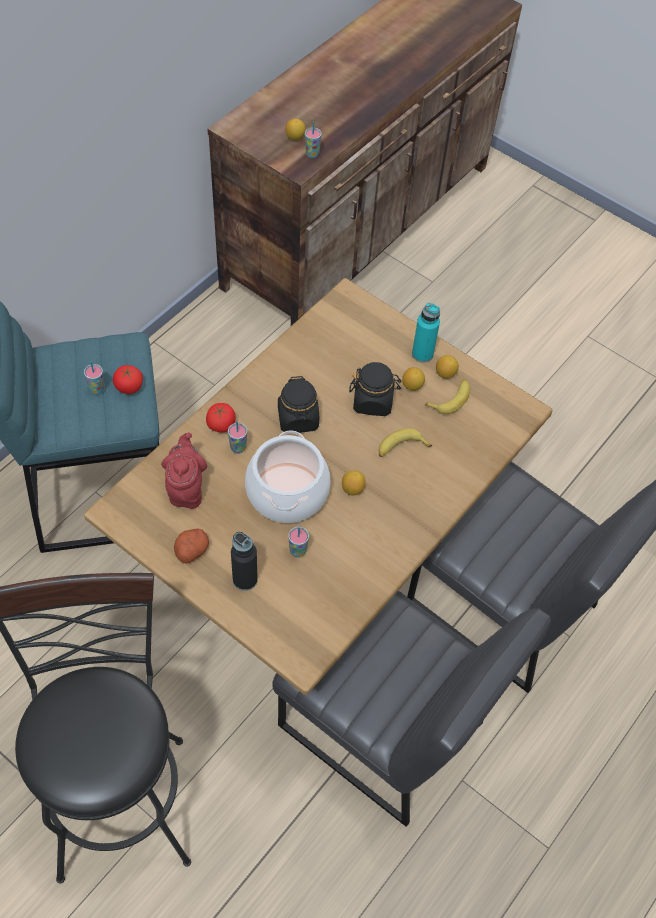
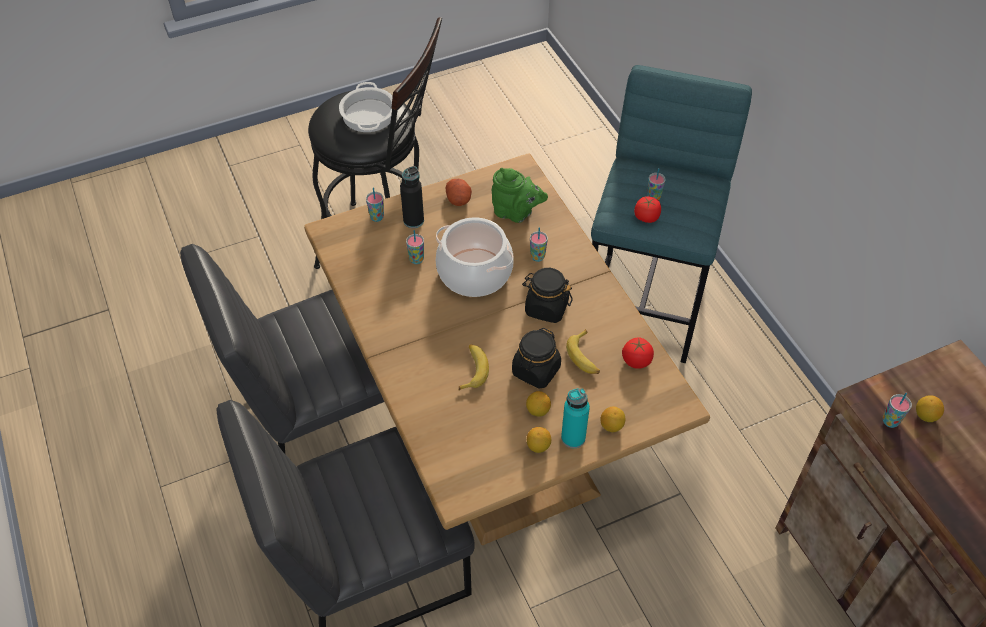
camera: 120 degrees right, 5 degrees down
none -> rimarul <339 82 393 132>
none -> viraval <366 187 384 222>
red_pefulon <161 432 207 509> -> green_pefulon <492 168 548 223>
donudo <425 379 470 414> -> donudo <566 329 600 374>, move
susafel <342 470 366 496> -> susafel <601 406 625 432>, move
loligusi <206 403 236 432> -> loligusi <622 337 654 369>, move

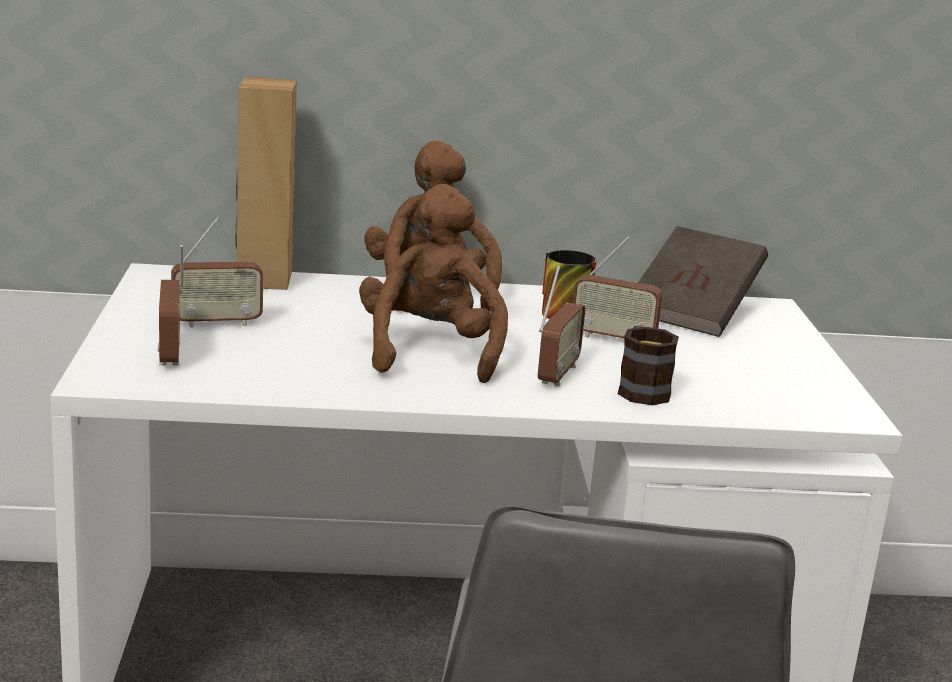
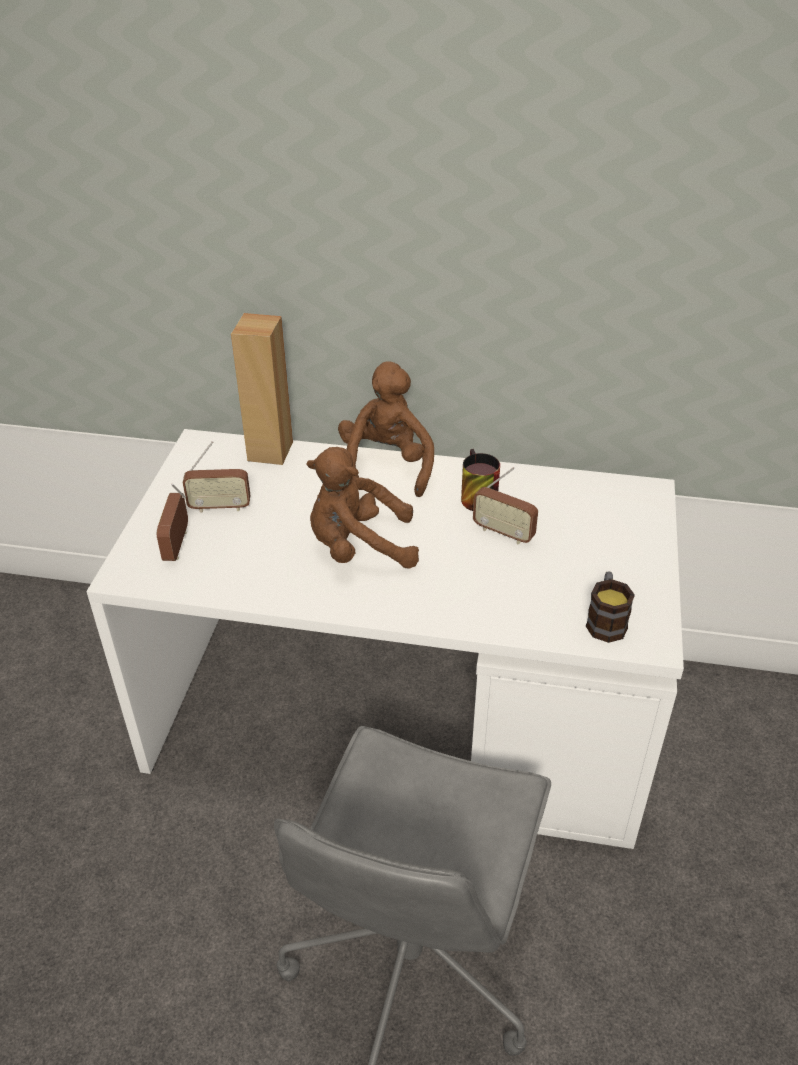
camera: 15 degrees right, 20 degrees up
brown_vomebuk <359 184 508 383> -> brown_vomebuk <307 447 419 569>, 105 degrees counterclockwise
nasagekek <618 325 679 405> -> nasagekek <586 572 635 643>, move
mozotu <538 265 585 387> -> none
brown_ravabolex <638 226 768 337> -> none

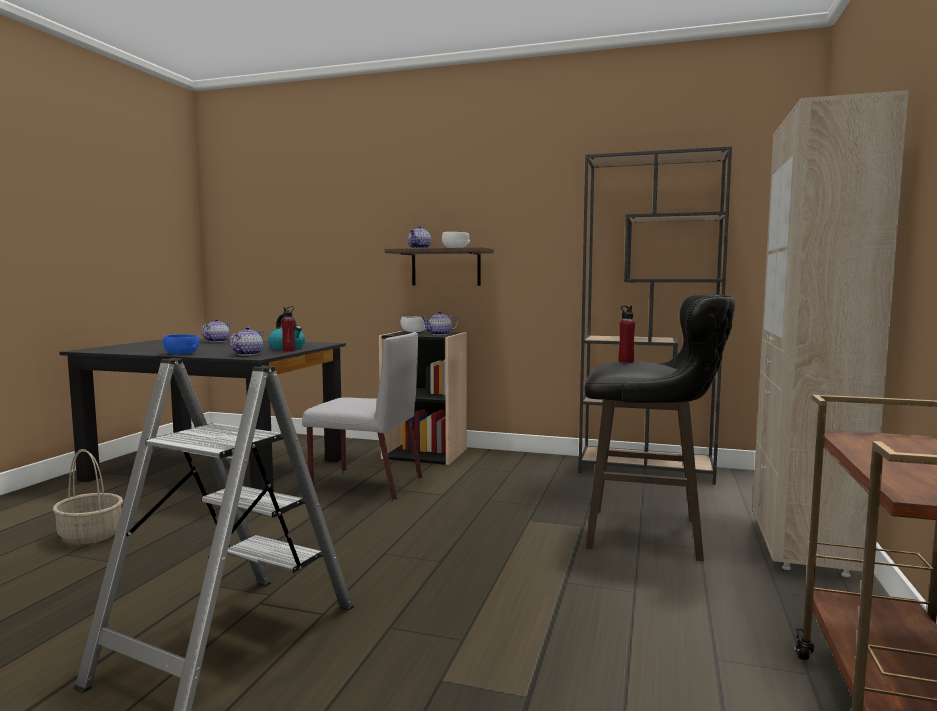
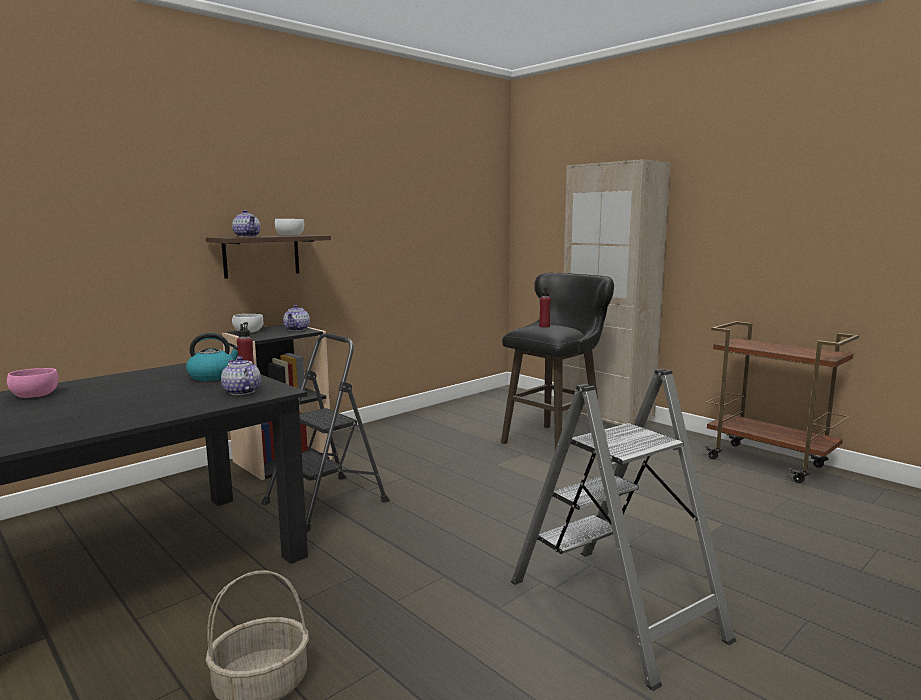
camera: 60 degrees left, 5 degrees up
pefulon <201 318 231 342> -> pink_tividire <7 368 58 398>
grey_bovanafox <302 332 423 501> -> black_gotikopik <261 333 390 532>
blue_tividire <163 334 199 354> -> none
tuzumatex <579 146 732 485> -> none

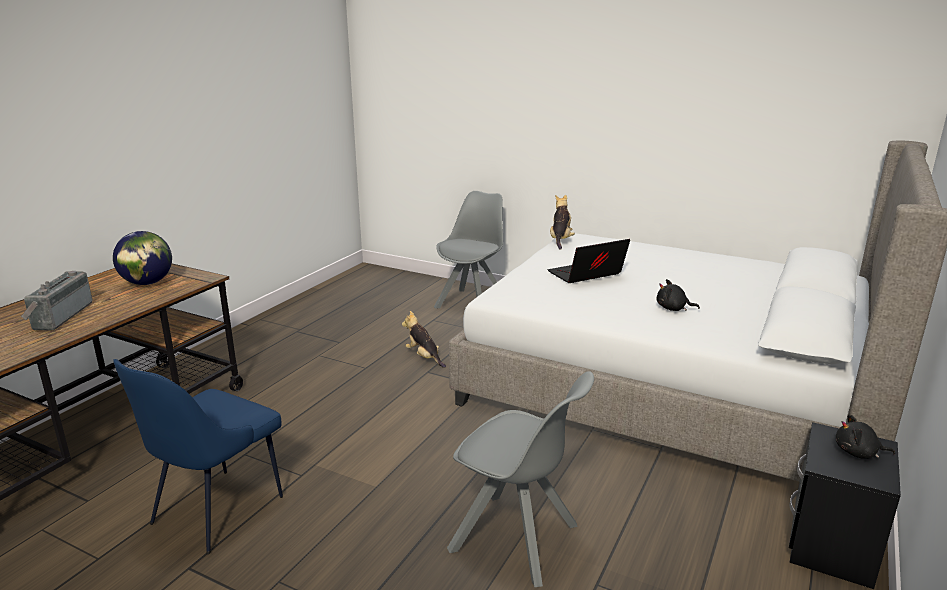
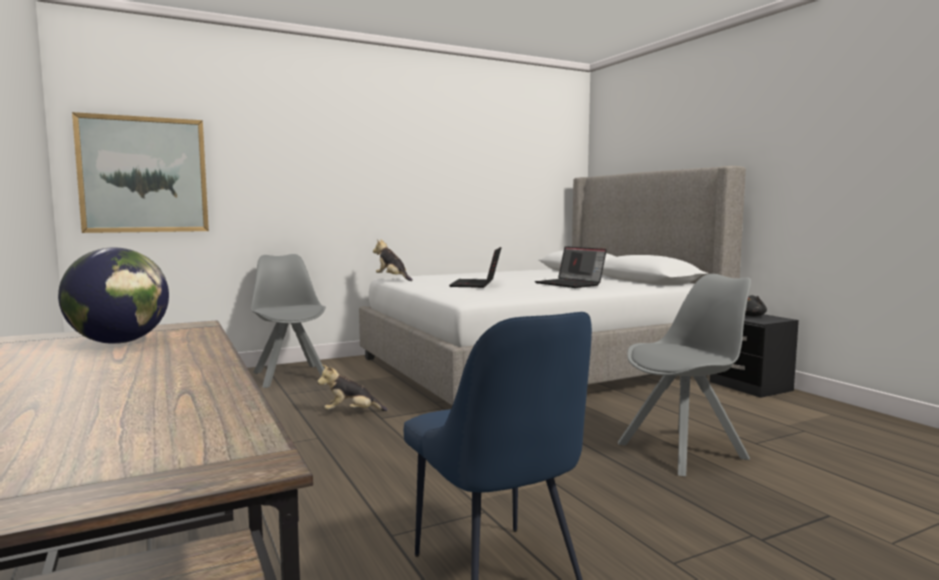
camera: 55 degrees left, 15 degrees down
none -> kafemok <72 112 209 233>
black_vomebuk <657 279 700 311> -> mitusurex <535 246 607 288>
mozotu <21 271 92 330> -> none

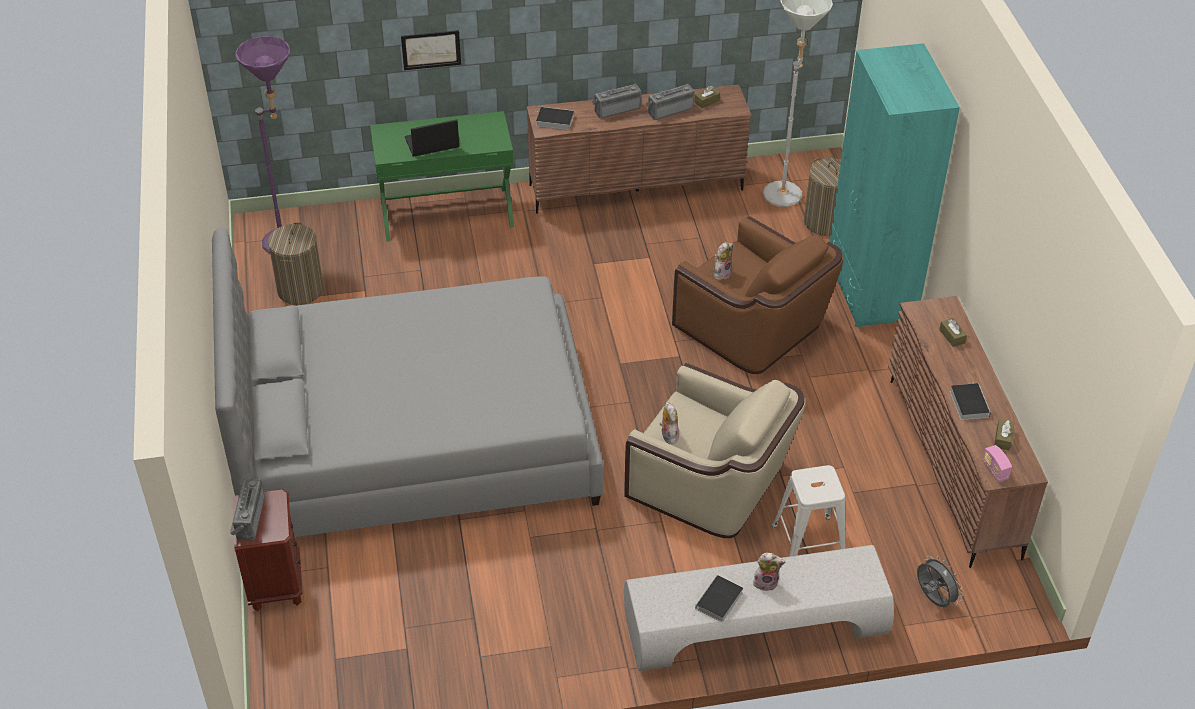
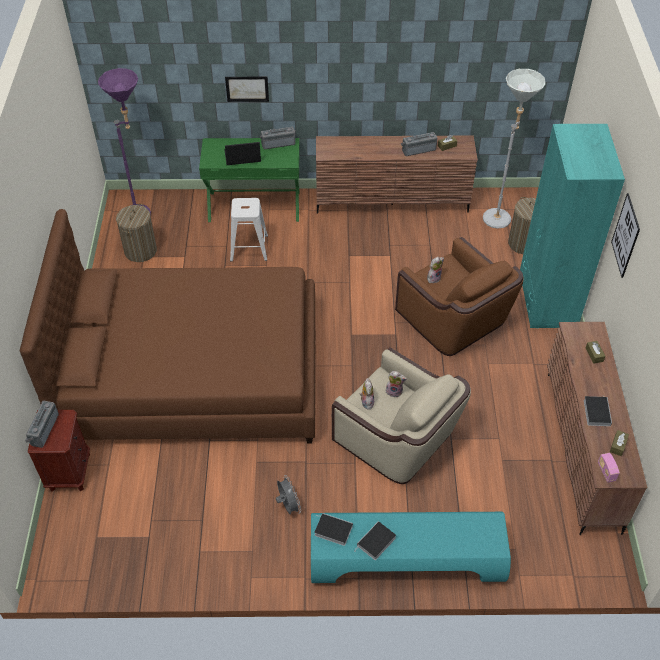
camera: 10 degrees right, 5 degrees up
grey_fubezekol <212 227 603 537> -> brown_fubezekol <20 209 315 444>
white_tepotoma <772 465 845 557> -> white_tepotoma <230 198 268 262>, move
mozotu <592 84 641 118> -> mozotu <260 126 295 149>, move
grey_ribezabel <917 556 963 607> -> grey_ribezabel <276 475 301 514>, move
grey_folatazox <624 545 894 671> -> turquoise_folatazox <311 512 511 583>
ravabolex <535 107 574 130> -> ravabolex <314 513 353 546>, move
vomebuk <753 553 785 591> -> vomebuk <386 371 407 397>, move
none -> kafemok <611 193 640 278>

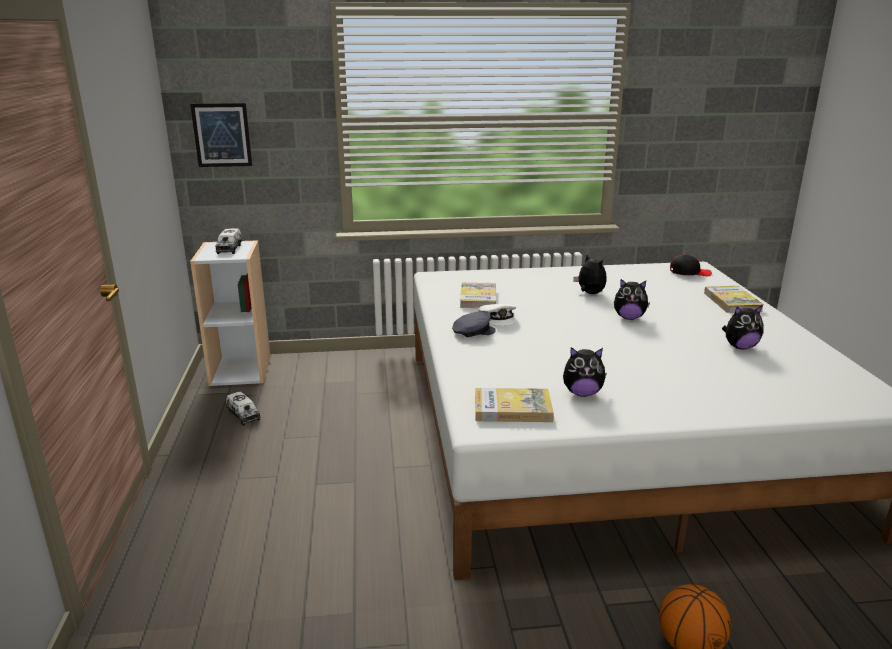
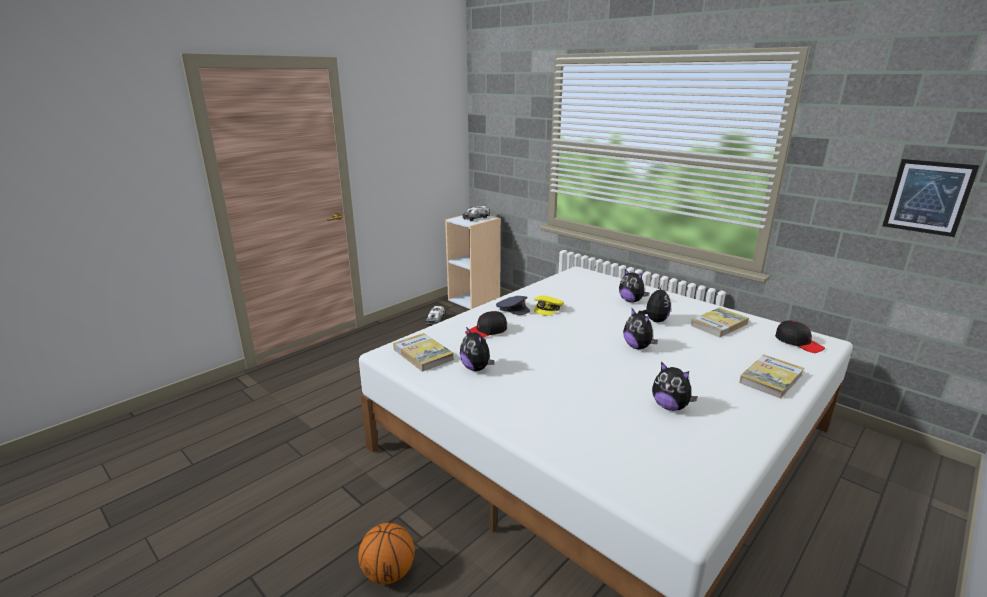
camera: 50 degrees right, 0 degrees up
none -> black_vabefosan <465 311 507 338>
white_vabefosan <479 304 516 326> -> yellow_vabefosan <534 295 564 316>
none -> vomebuk <619 269 649 303>
ravabolex <460 282 496 308> -> ravabolex <690 307 749 337>, move
kafemok <190 103 252 167> -> kafemok <883 159 980 237>, move

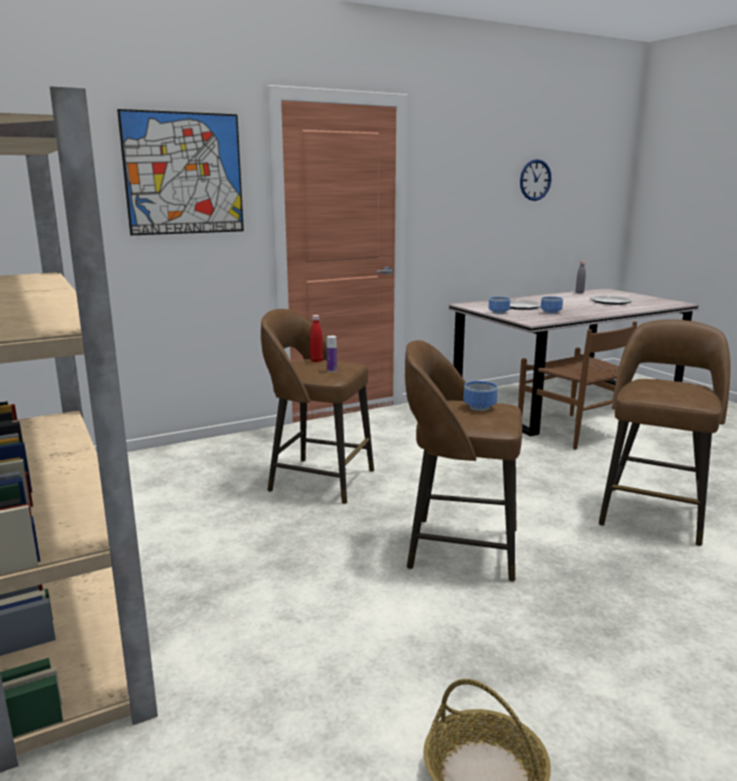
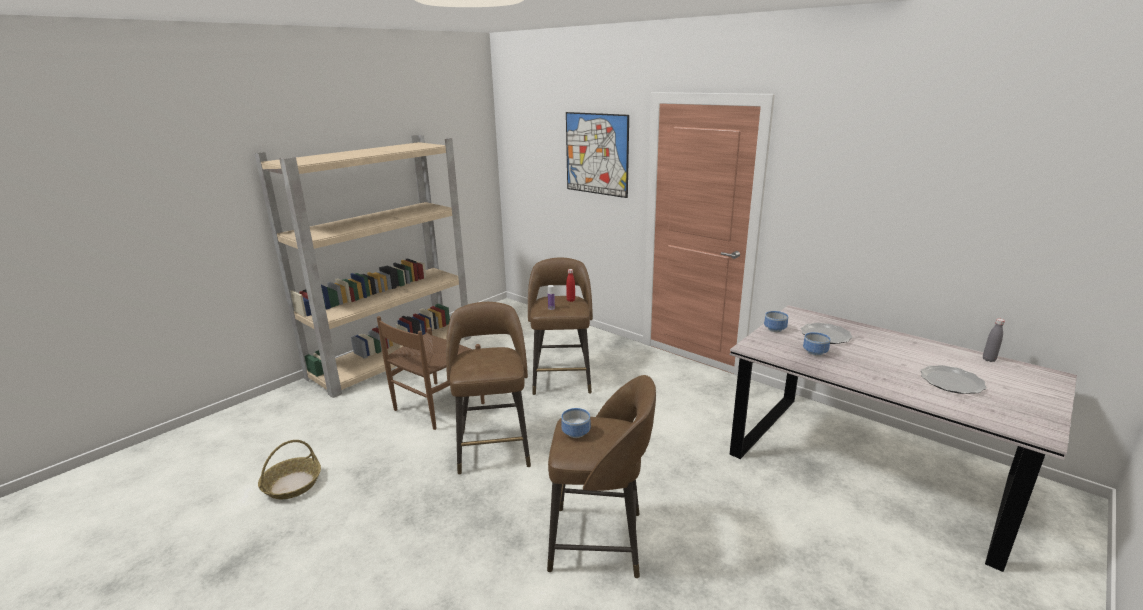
camera: 70 degrees right, 5 degrees up
brown_bovanafox <518 321 637 450> -> brown_bovanafox <377 316 485 430>, move
tividire <463 381 497 411> -> tividire <561 408 591 438>, move
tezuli <520 159 551 201> -> none

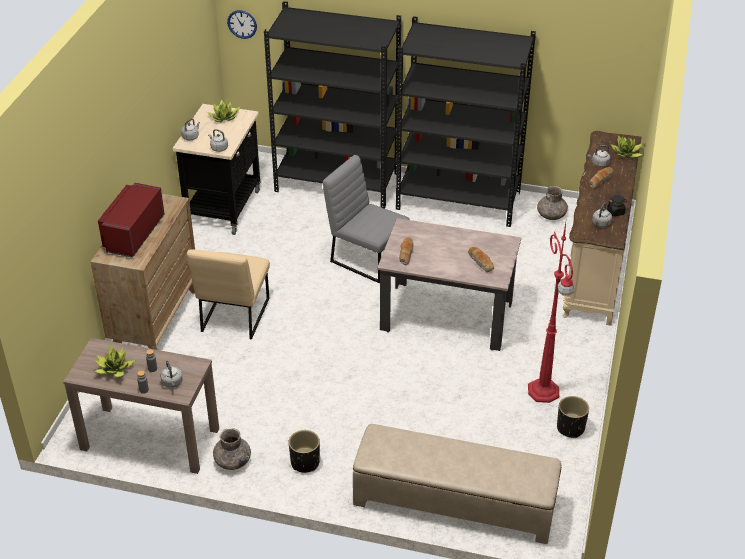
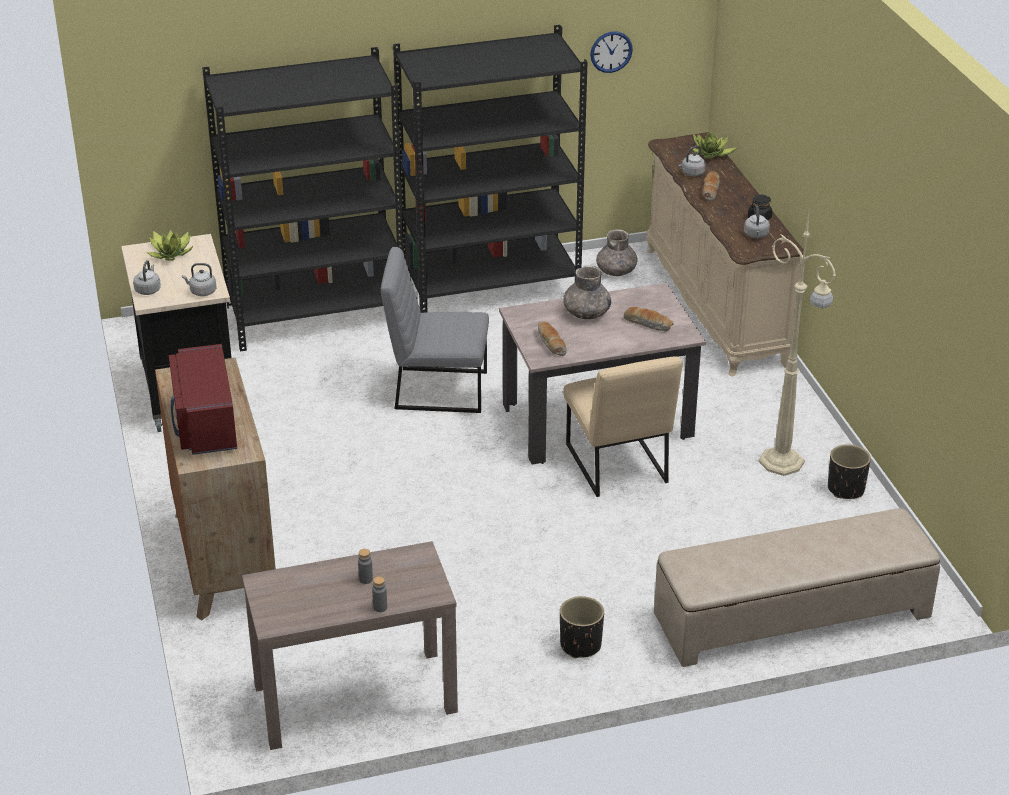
camera: 30 degrees left, 5 degrees down
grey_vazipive <213 428 251 470> -> grey_vazipive <563 265 611 319>, move
beige_bovanafox <187 249 270 340> -> beige_bovanafox <563 356 683 497>, move
tezuli <227 10 257 39> -> tezuli <590 31 633 73>, move
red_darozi <528 223 574 403> -> beige_darozi <758 206 836 476>
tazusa <94 345 135 378> -> none
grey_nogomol <160 360 183 388> -> none

